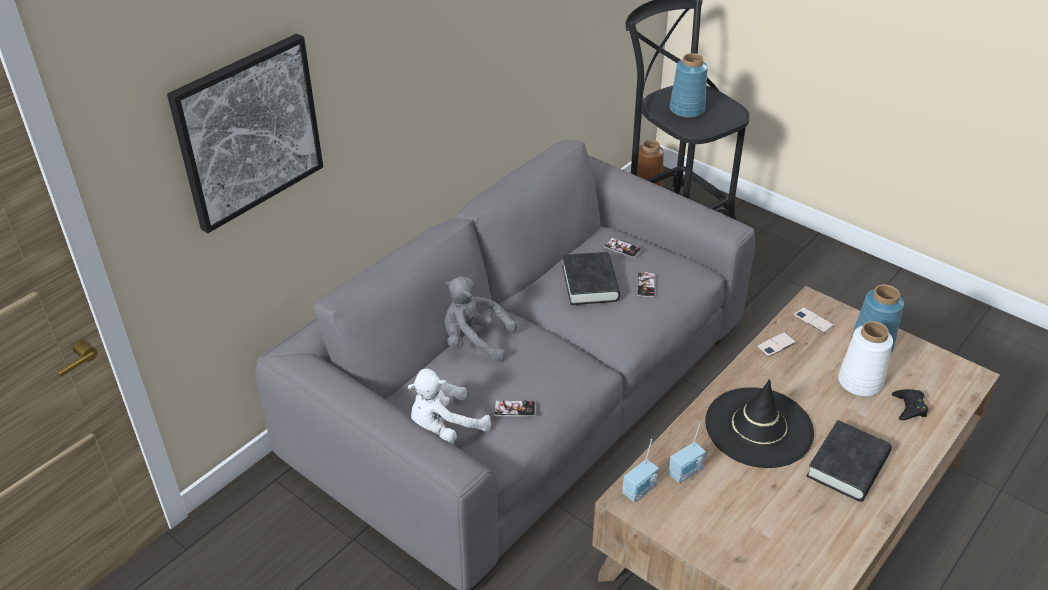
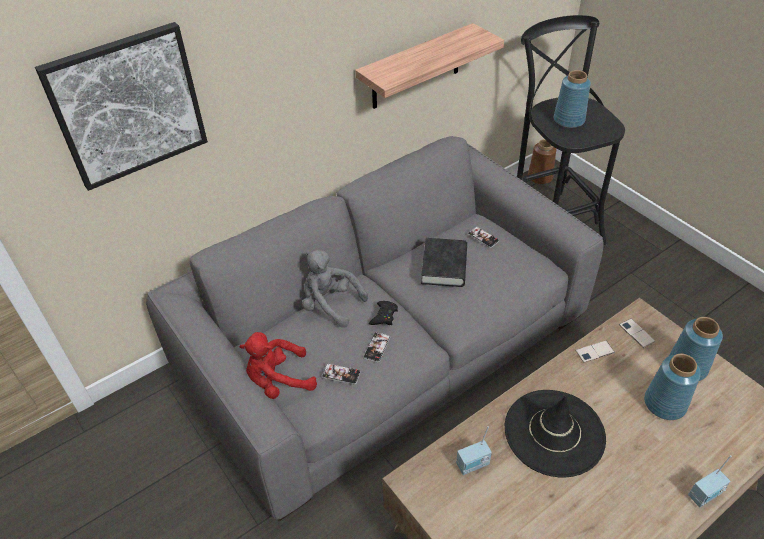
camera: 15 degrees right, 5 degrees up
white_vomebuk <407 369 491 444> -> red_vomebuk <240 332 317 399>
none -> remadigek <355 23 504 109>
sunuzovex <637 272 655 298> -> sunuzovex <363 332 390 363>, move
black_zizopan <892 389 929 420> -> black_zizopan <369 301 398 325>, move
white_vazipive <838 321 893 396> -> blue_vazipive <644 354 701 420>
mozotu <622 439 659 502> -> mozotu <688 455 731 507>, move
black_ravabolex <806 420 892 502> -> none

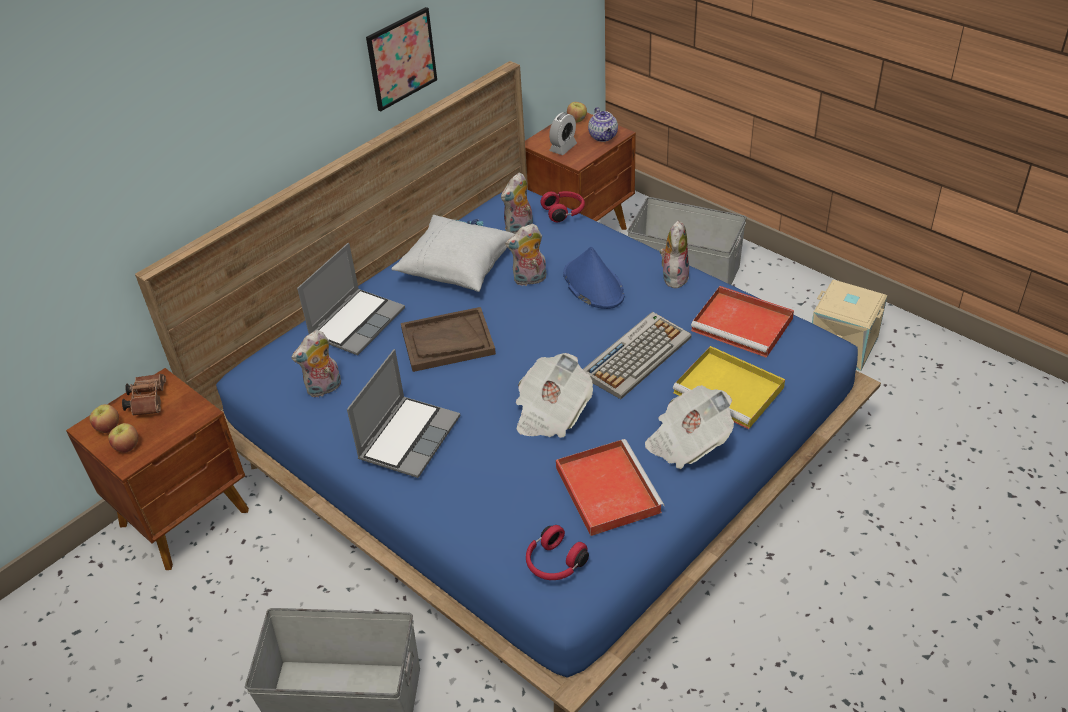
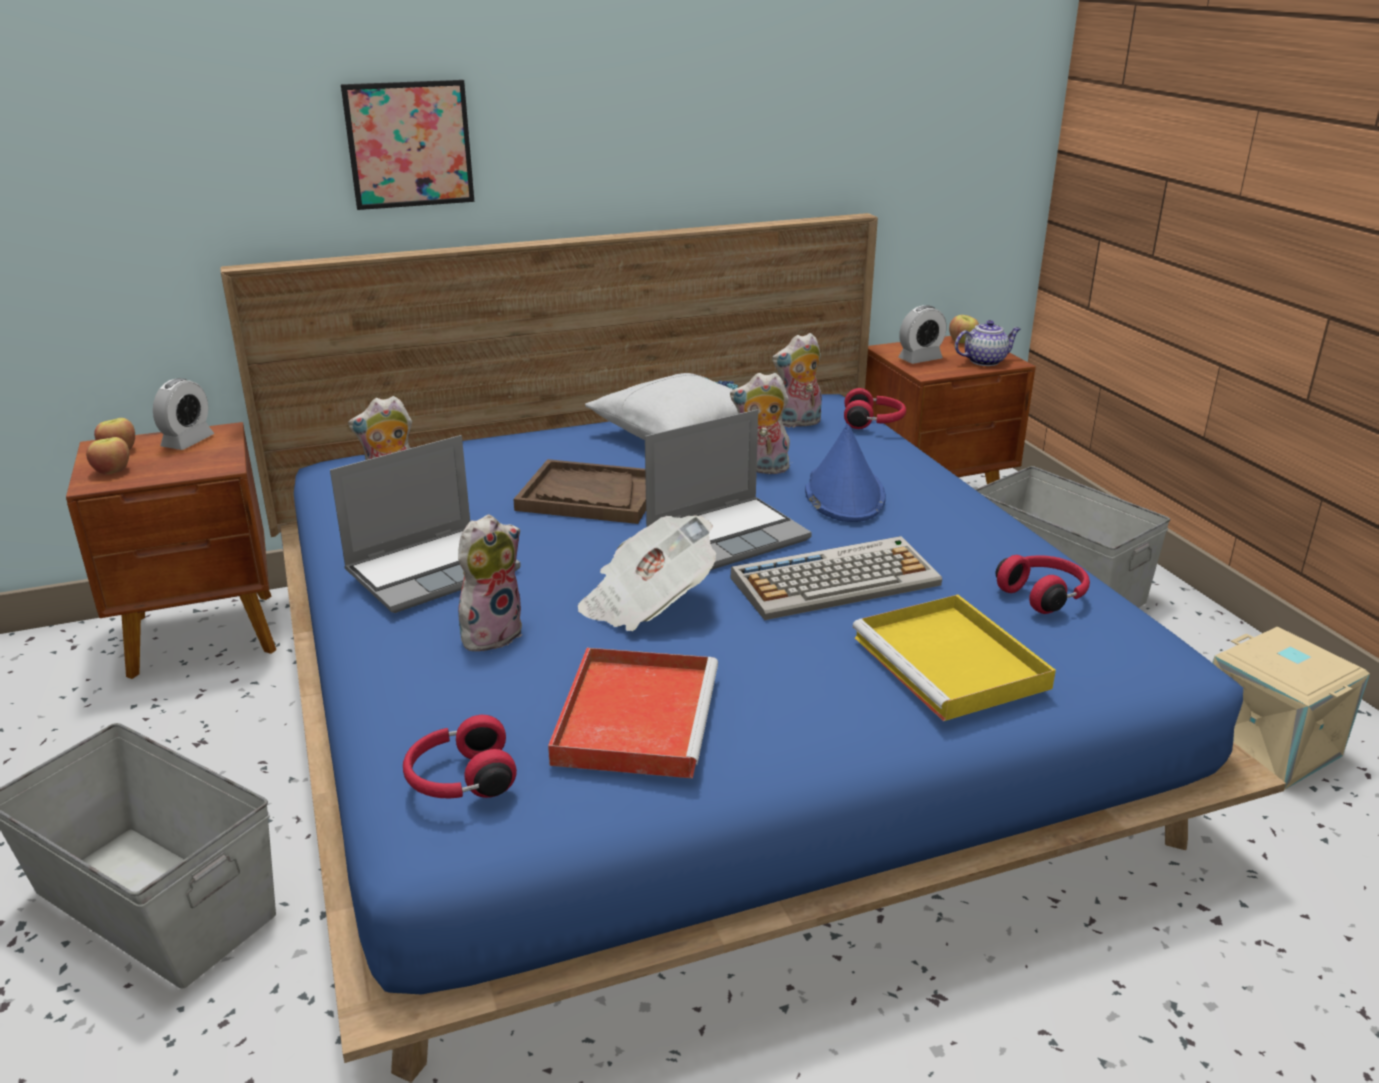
camera: 25 degrees right, 15 degrees down
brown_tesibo <122 374 166 416> -> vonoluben <153 378 214 450>
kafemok <366 7 437 111> -> kafemok <341 80 474 210>, move
vomebuk <659 221 689 288> -> vomebuk <458 514 522 653>, move
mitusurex <297 243 405 356> -> mitusurex <645 409 812 570>, move
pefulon <588 107 618 142> -> pefulon <955 320 1020 366>, 120 degrees counterclockwise
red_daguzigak <691 286 794 358> -> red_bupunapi <996 555 1090 614>
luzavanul <645 385 734 469> -> none

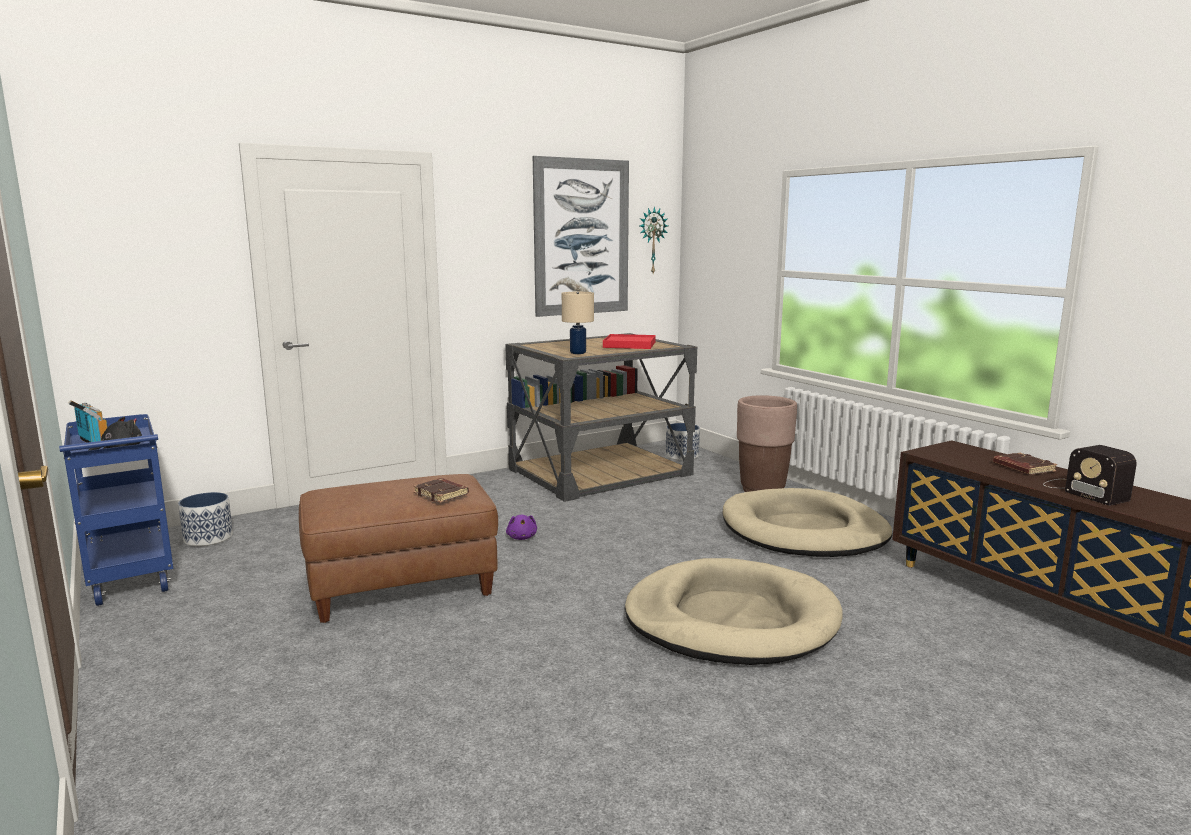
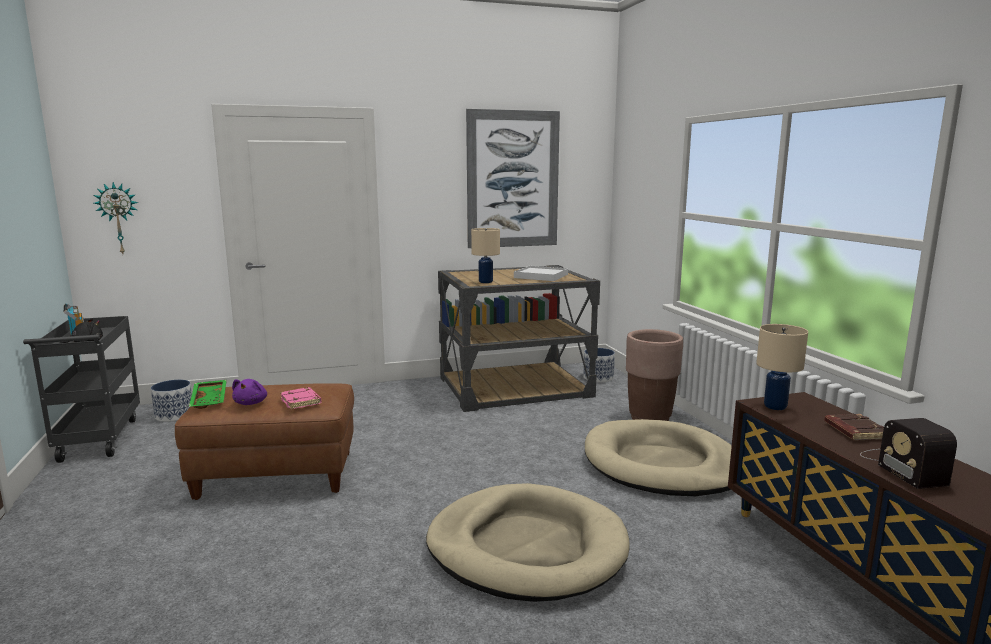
camera: 15 degrees right, 0 degrees up
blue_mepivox <59 414 173 606> -> grey_mepivox <23 316 140 463>
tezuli <640 206 668 273> -> tezuli <93 182 138 254>, move
none -> green_daguzigak <189 380 227 409>
purple_vomebuk <506 515 537 540> -> purple_vomebuk <232 379 267 405>, move
brown_ravabolex <413 478 469 503> -> pink_ravabolex <280 387 322 410>
red_daguzigak <603 334 656 349> -> white_daguzigak <514 266 568 281>
none -> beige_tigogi <756 324 808 410>

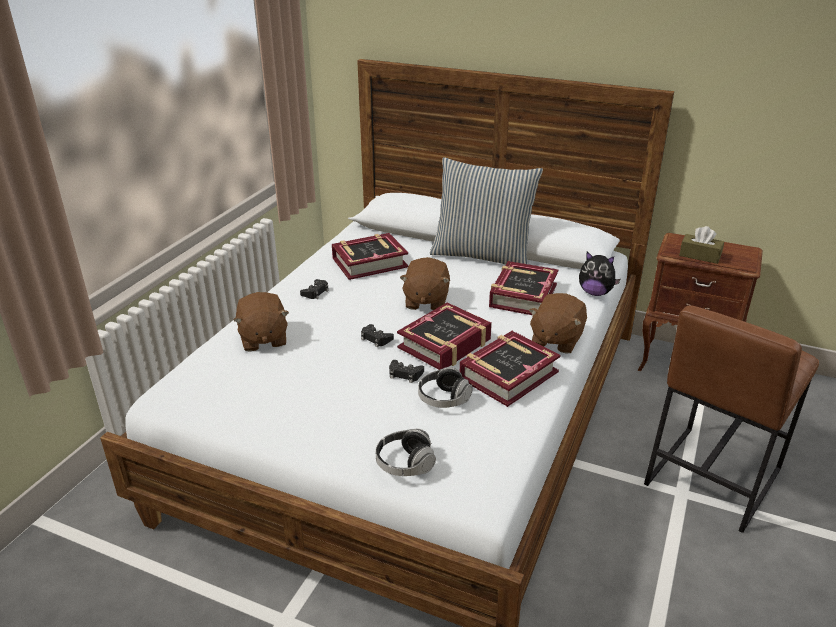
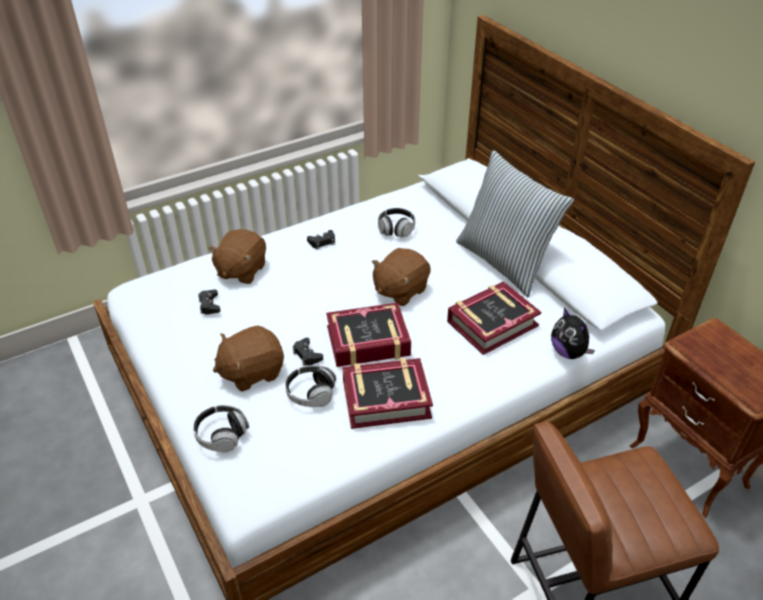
camera: 35 degrees right, 10 degrees up
black_zizopan <361 324 394 347> -> black_zizopan <198 289 221 315>, move
brown_vomebuk <529 293 587 354> -> brown_vomebuk <213 325 284 392>, move
ravabolex <332 233 408 280> -> bupunapi <378 208 415 238>
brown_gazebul <679 226 724 264> -> none

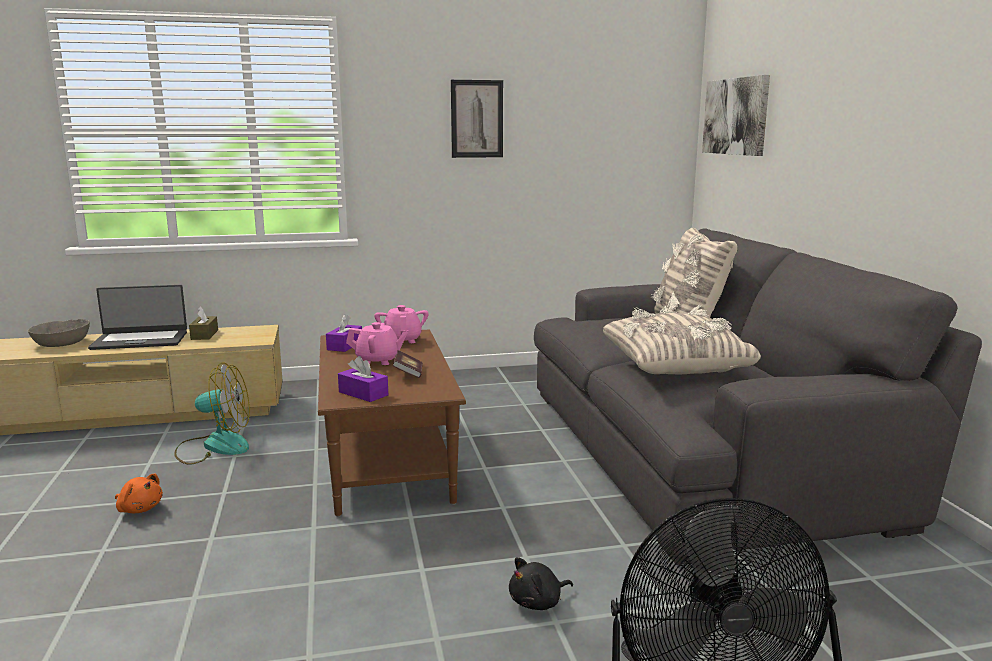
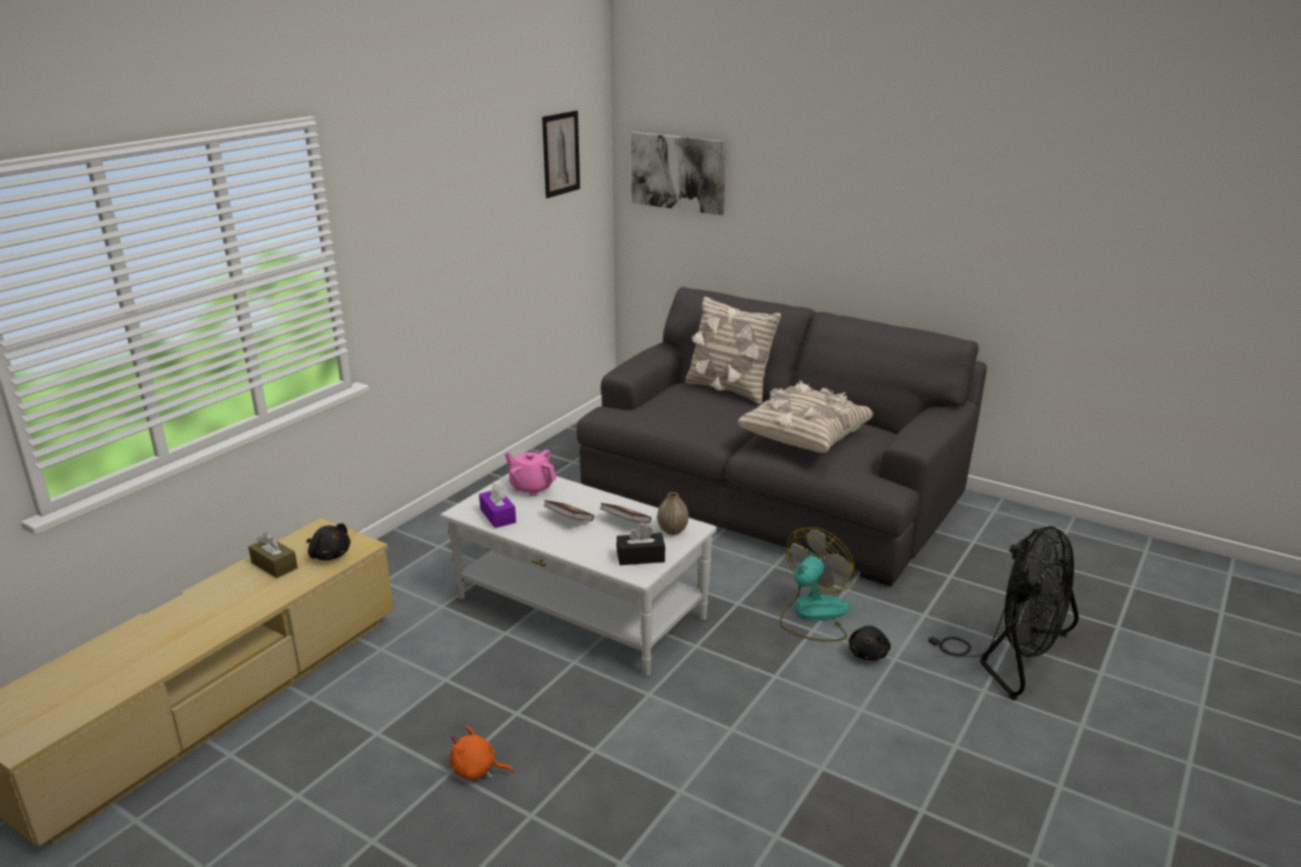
camera: 45 degrees left, 10 degrees up
none -> black_vomebuk <307 523 351 560>
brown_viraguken <318 329 466 517> -> white_viraguken <440 473 717 677>
orange_vomebuk <115 473 163 513> -> orange_vomebuk <450 726 514 780>, 150 degrees counterclockwise
kafemok <451 80 503 158> -> kafemok <542 111 580 198>, move
pink_pefulon <346 322 409 365> -> ravabolex <543 500 594 521>
purple_gazebul <338 356 388 402> -> black_gazebul <617 524 665 565>
none -> vazipive <657 492 689 535>
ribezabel <174 363 250 465> -> ribezabel <780 527 854 642>, move
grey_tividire <28 319 90 347> -> none
mitusurex <88 285 187 350> -> none

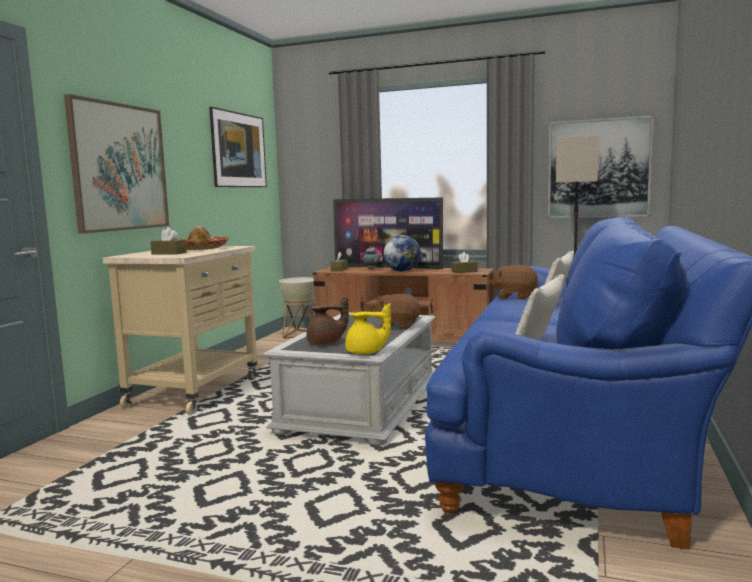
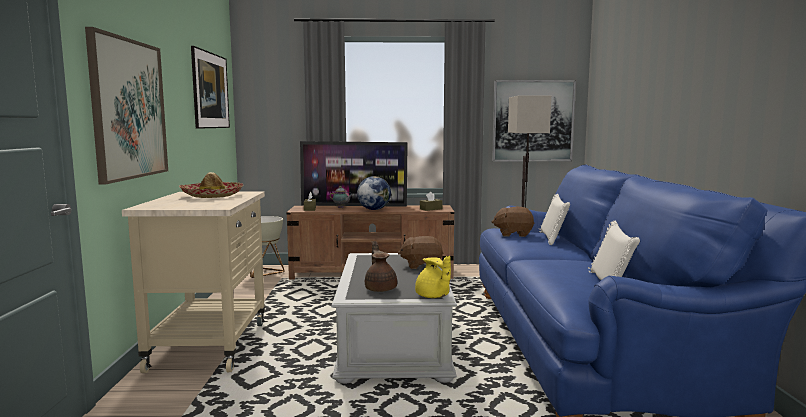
camera: 20 degrees left, 0 degrees up
brown_pefulon <306 296 349 345> -> brown_pefulon <365 241 397 292>, 75 degrees counterclockwise
yellow_pefulon <345 303 391 354> -> yellow_pefulon <415 256 451 298>, 75 degrees clockwise
brown_gazebul <150 227 187 254> -> none

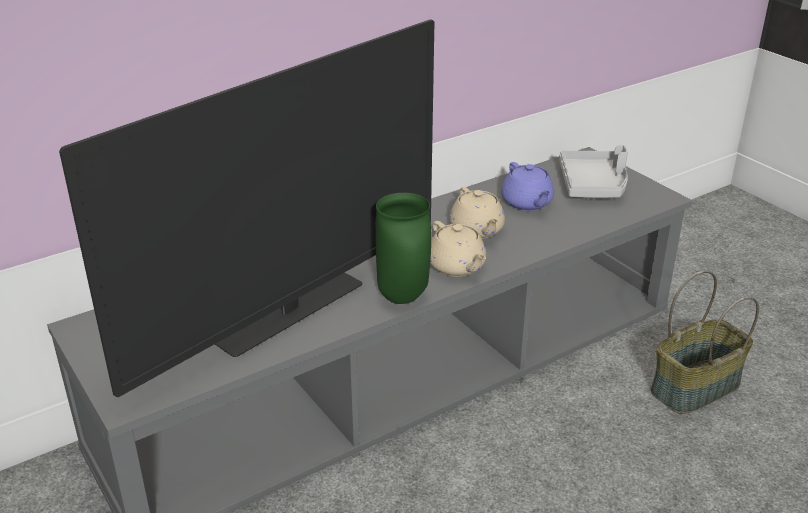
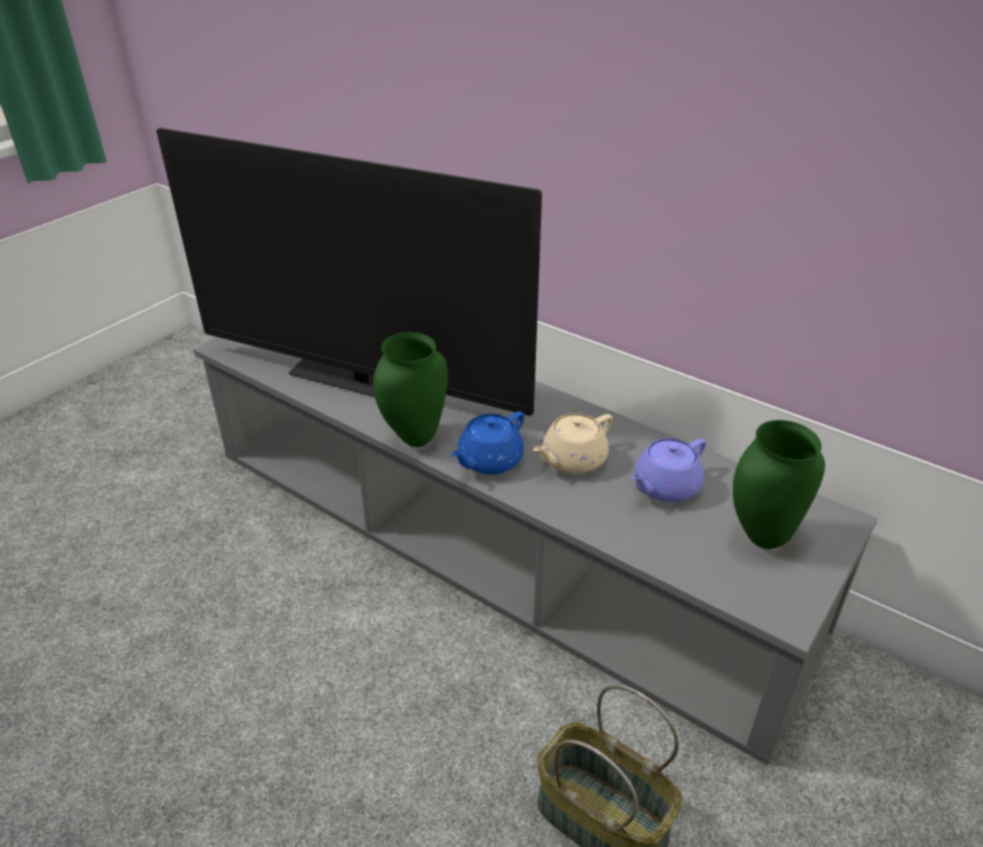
camera: 70 degrees right, 5 degrees up
beige_pefulon <430 221 486 277> -> blue_pefulon <451 411 524 475>
grey_daguzigak <559 145 628 198> -> green_vazipive <733 420 825 549>

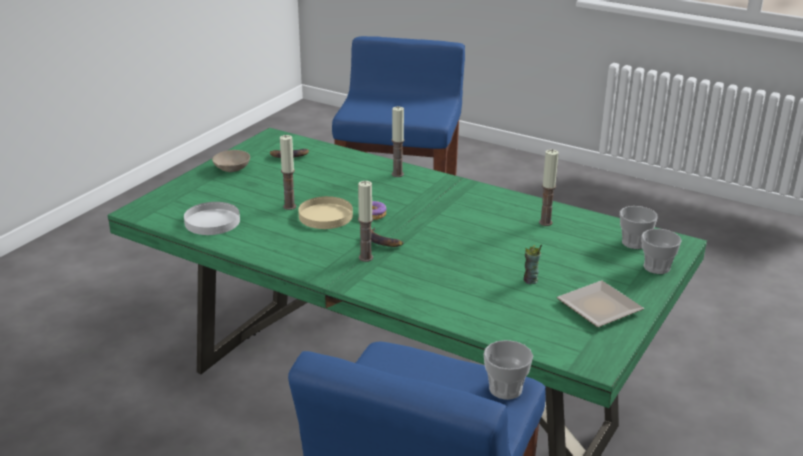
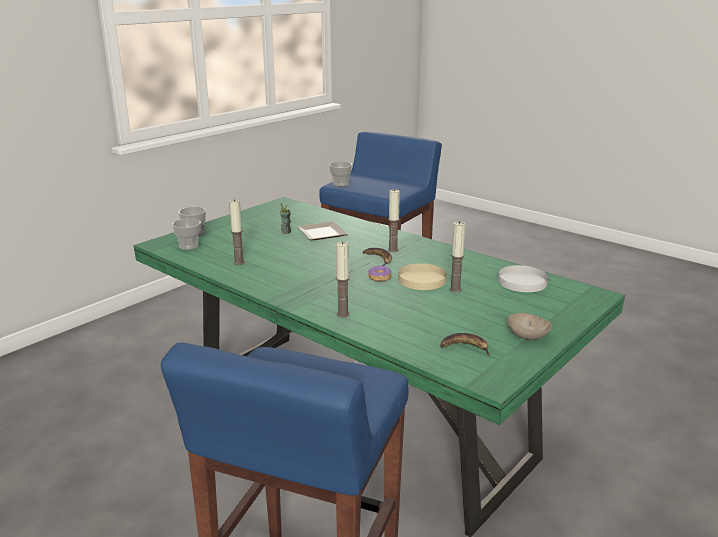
camera: 170 degrees left, 5 degrees down
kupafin <556 280 644 327> -> kupafin <297 221 347 240>, move

